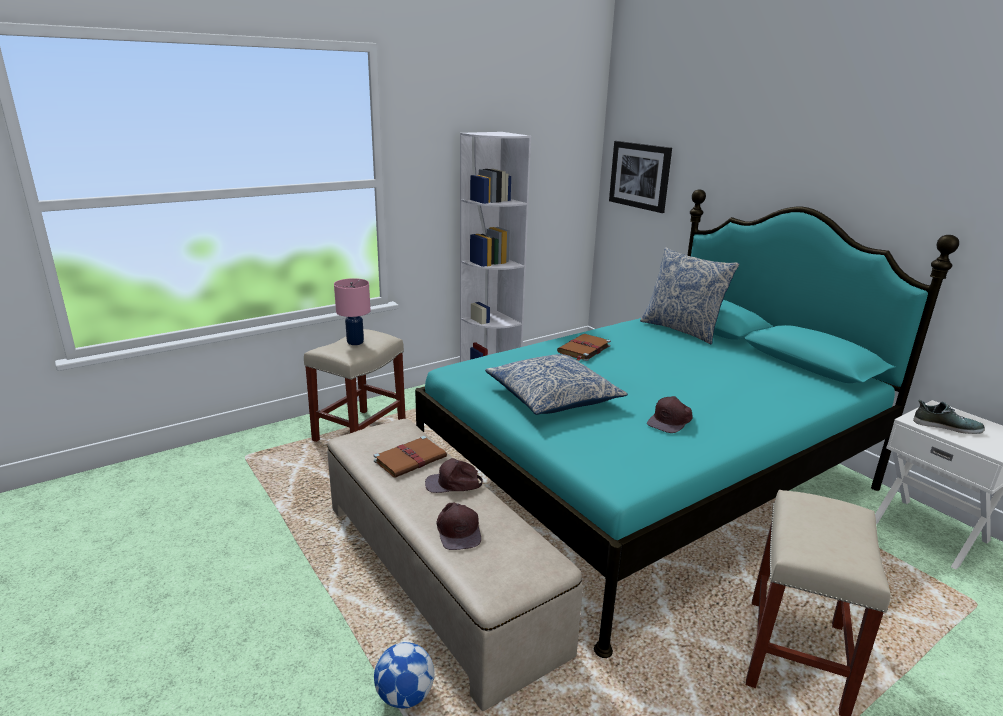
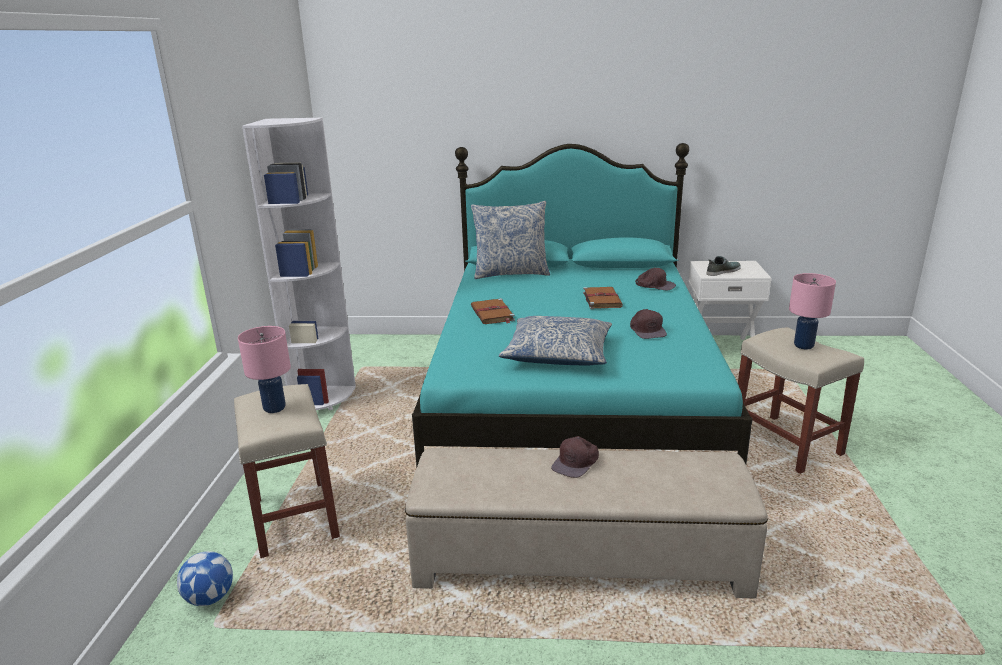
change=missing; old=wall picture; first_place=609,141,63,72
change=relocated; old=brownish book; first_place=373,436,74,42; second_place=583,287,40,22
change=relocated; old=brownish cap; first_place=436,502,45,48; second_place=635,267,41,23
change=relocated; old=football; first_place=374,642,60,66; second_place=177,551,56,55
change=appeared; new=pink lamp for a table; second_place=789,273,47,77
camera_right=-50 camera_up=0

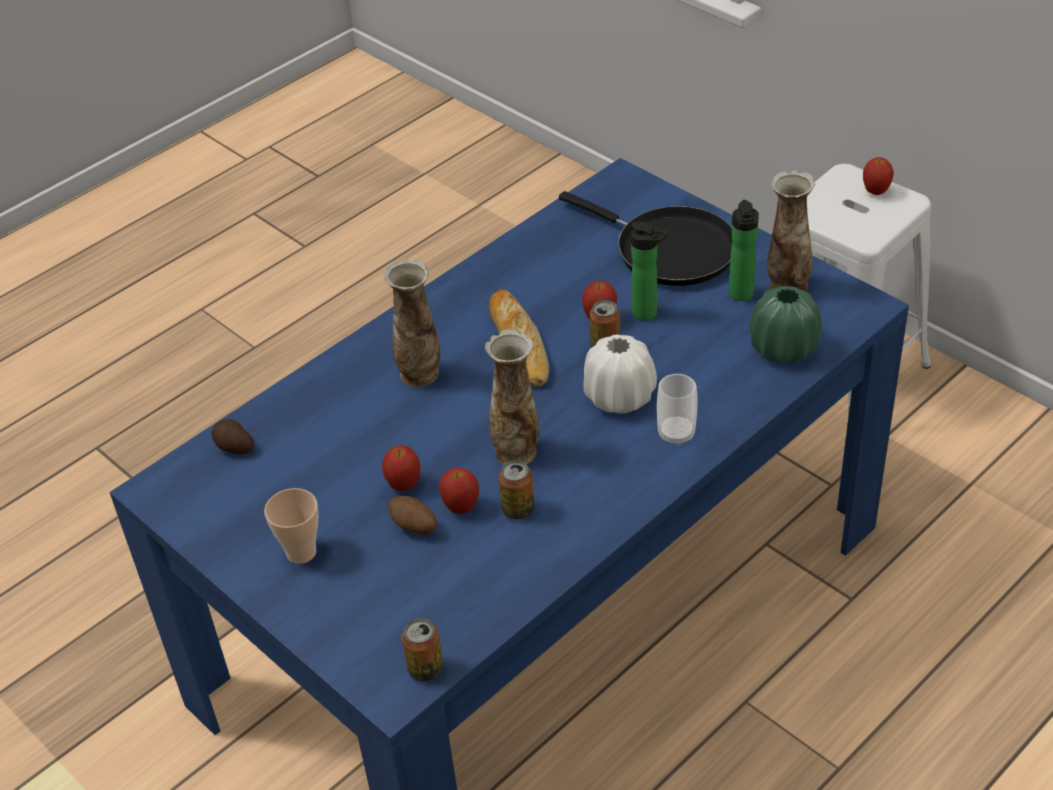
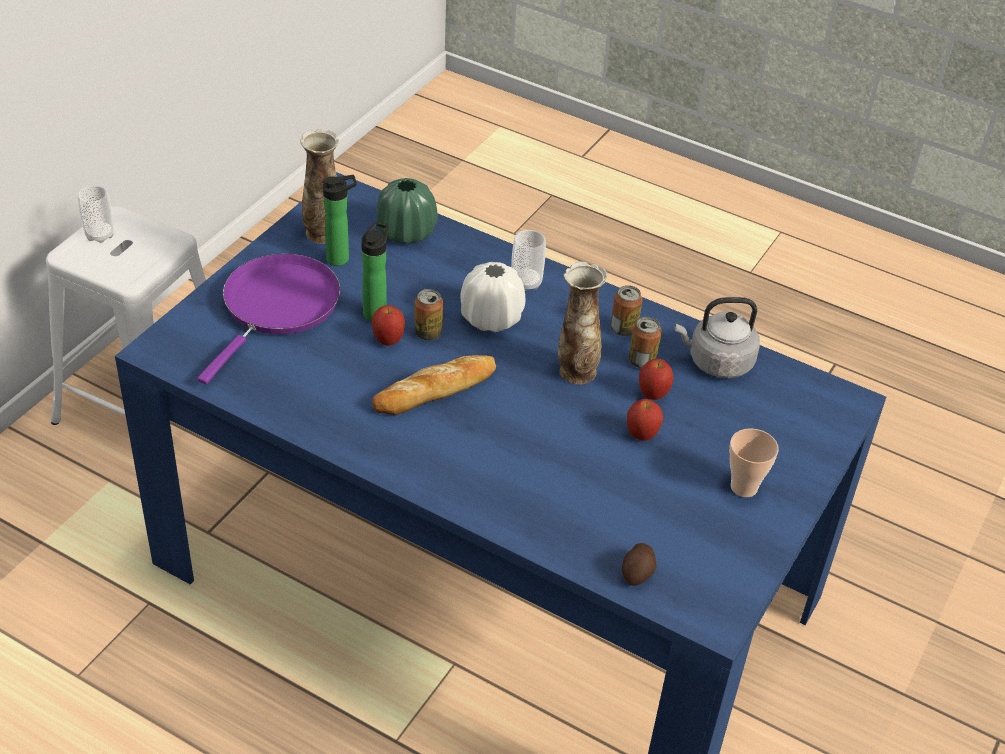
change=exchanged; old=apple fruit; new=drinking cup; first_place=863,157,31,38; second_place=78,185,36,58
change=colour; old=blackish frying pan; new=purplish frying pan; first_place=559,191,173,95; second_place=197,253,144,131
change=missing; old=vase; first_place=384,259,56,128
change=missing; old=spud; first_place=389,496,48,39
change=relocated; old=can; first_place=402,618,42,64; second_place=610,285,33,51
change=appeared; new=grey water kettle; second_place=674,297,86,81
camera_right=-110 camera_up=0

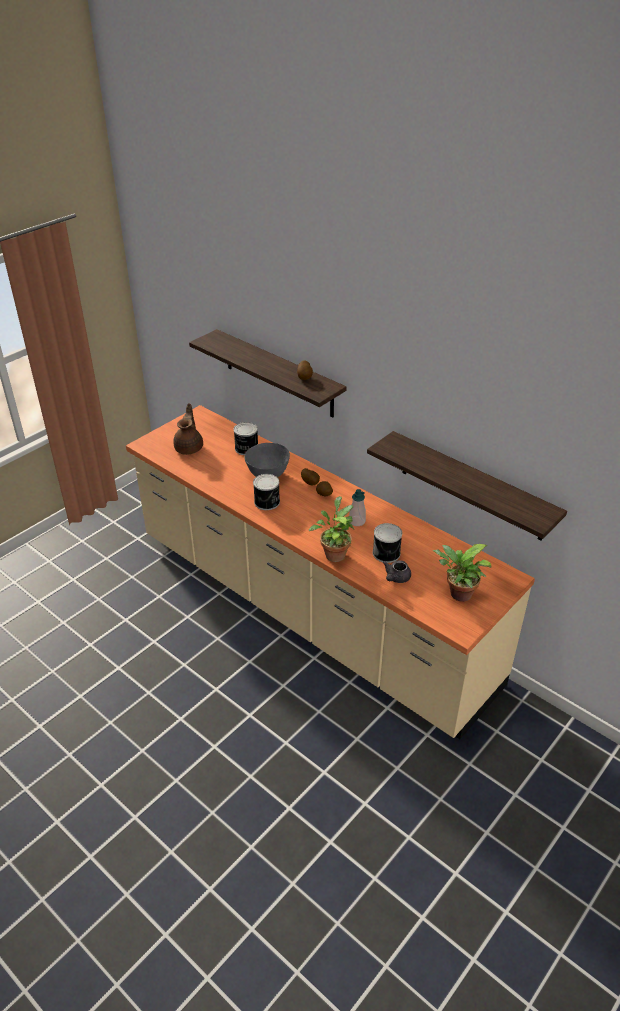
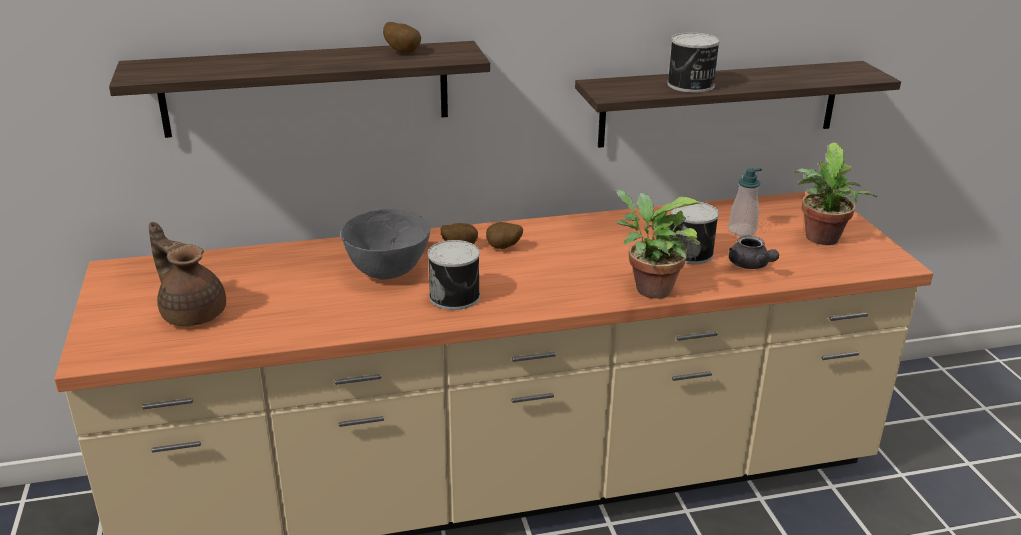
change=relocated; old=can; first_place=234,422,24,33; second_place=667,32,53,61
change=relocated; old=soap bottle; first_place=349,489,17,37; second_place=728,168,34,68
camera_right=-55 camera_up=-10

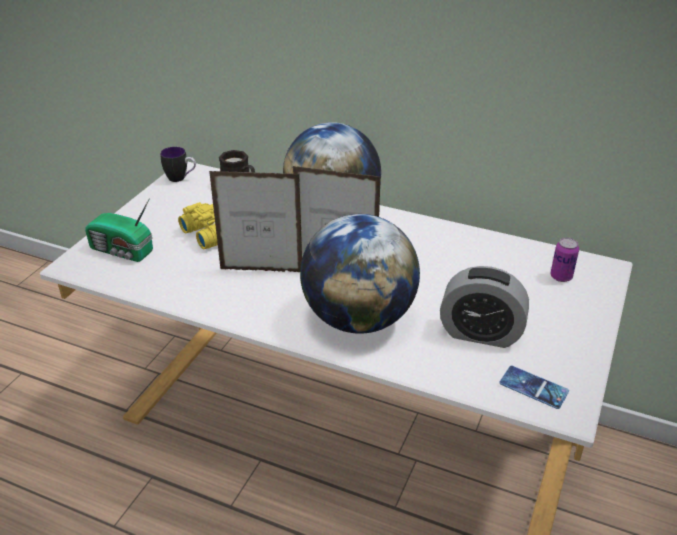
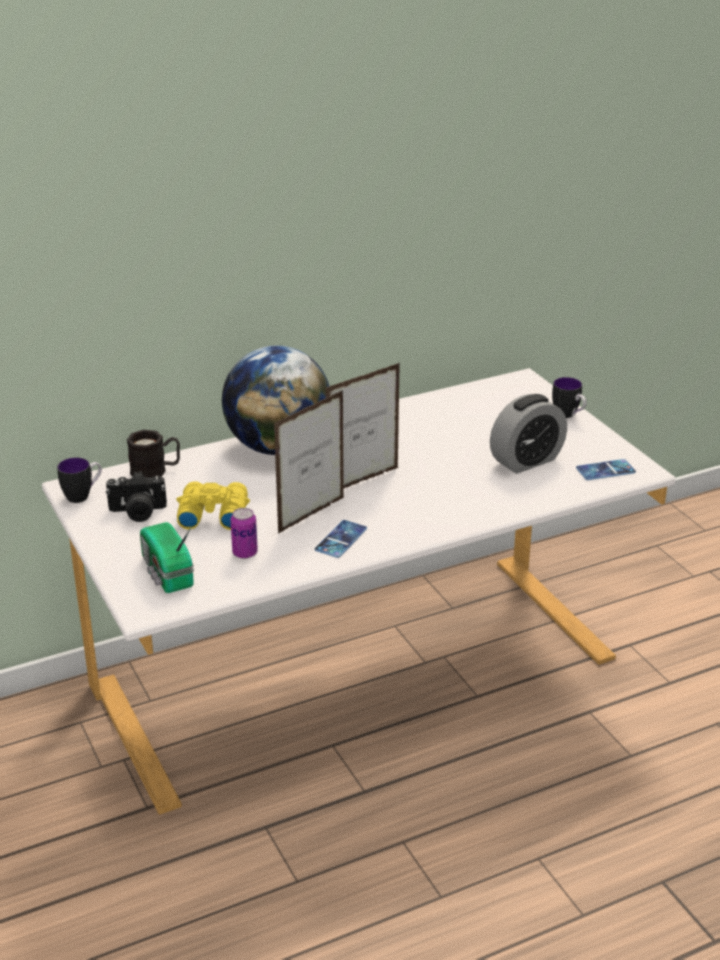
change=spun; old=radio receiver; first_place=85,198,68,64; second_place=140,522,54,71; degrees=90
change=missing; old=world globe; first_place=300,214,120,120
change=relocated; old=can; first_place=550,238,29,44; second_place=231,508,27,51
change=appeared; new=tea mug; second_place=552,377,35,41
change=appeared; new=photo camera; second_place=106,472,61,50
change=appeared; new=phone; second_place=315,520,52,38
camera_right=-50 camera_up=-5

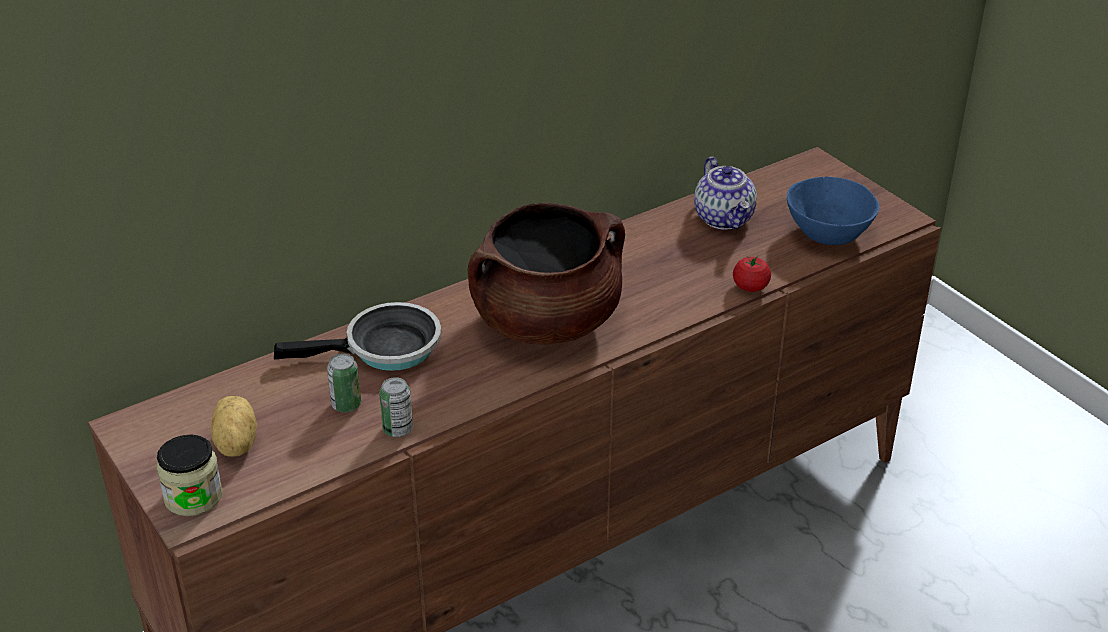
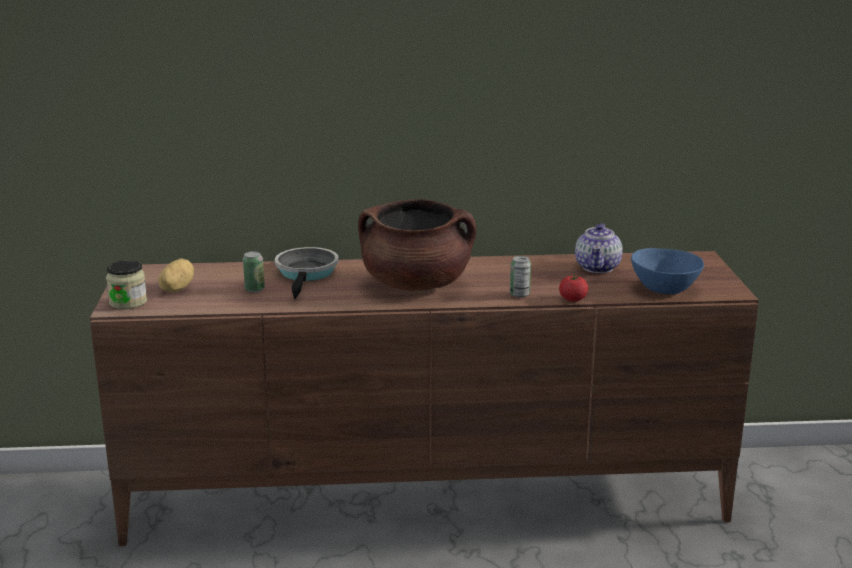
change=spun; old=frying pan; first_place=274,302,167,69; second_place=275,247,64,52; degrees=-105
change=relocated; old=can; first_place=379,377,34,60; second_place=510,256,21,41
camera_right=30 camera_up=-15

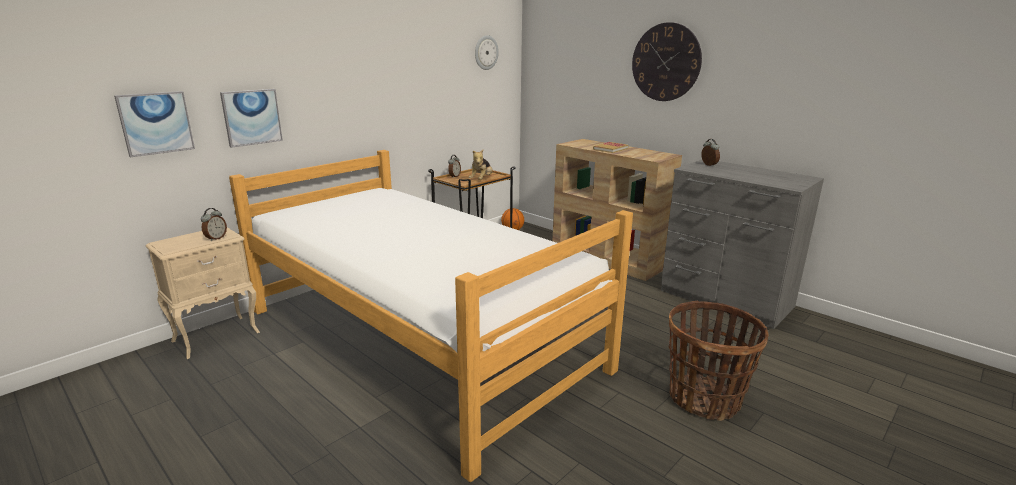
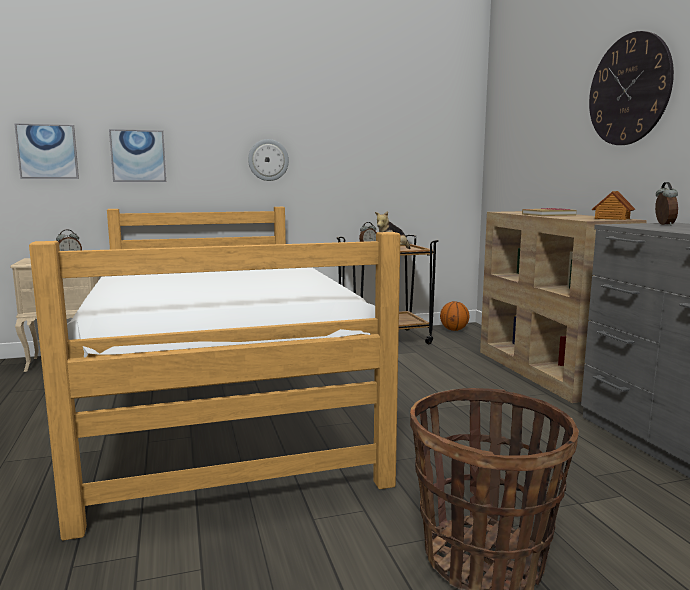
change=relocated; old=wall clock; first_place=475,35,24,35; second_place=248,139,41,42
change=appeared; new=toy house; second_place=592,191,43,29
camera_right=30 camera_up=-10

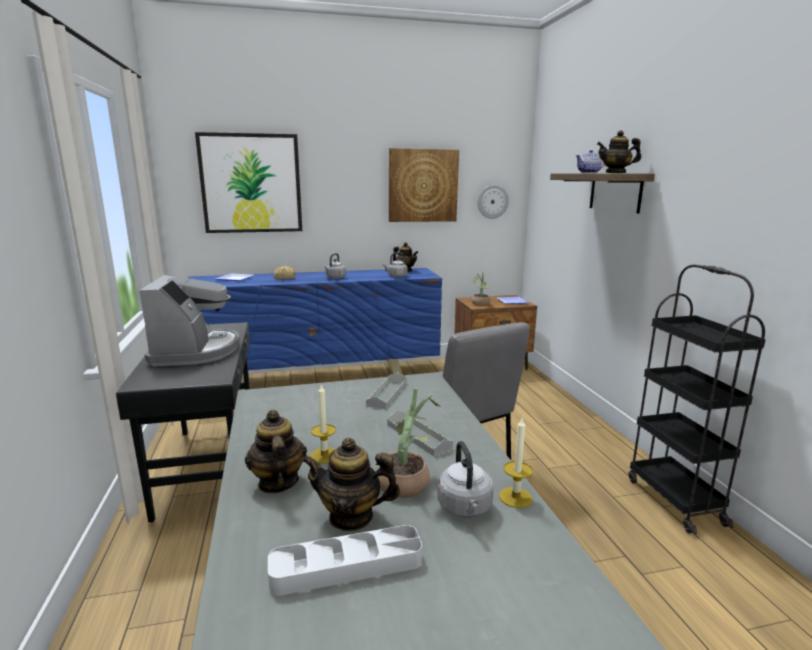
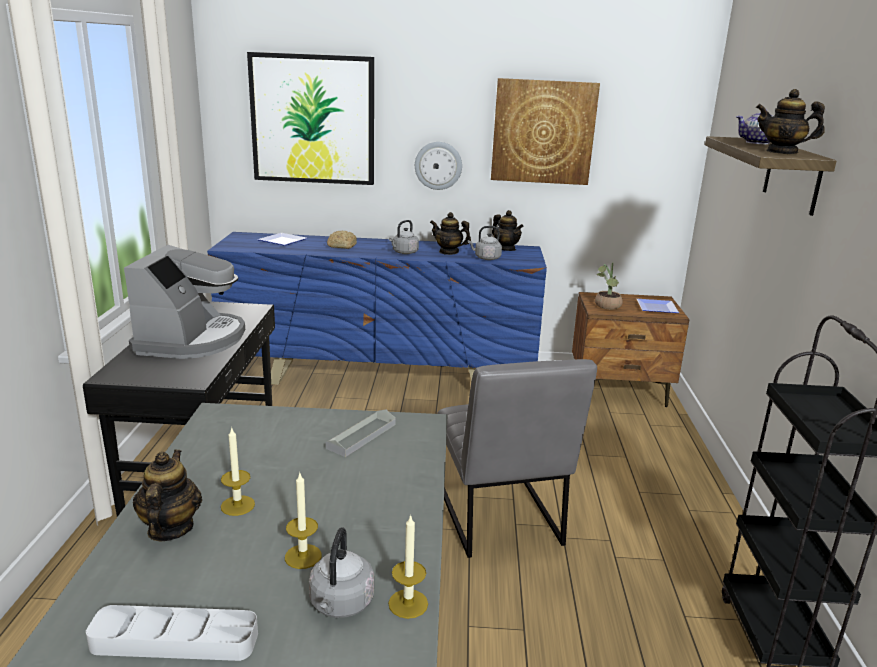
change=relocated; old=wall clock; first_place=478,185,31,34; second_place=415,142,47,48
change=exchanged; old=potted plant; new=candle; first_place=376,388,65,110; second_place=285,473,37,96
change=missing; old=grey carrying tray; first_place=387,410,66,46
change=relocated; old=pot for tea; first_place=302,438,98,93; second_place=430,212,41,43
camera_right=15 camera_up=5

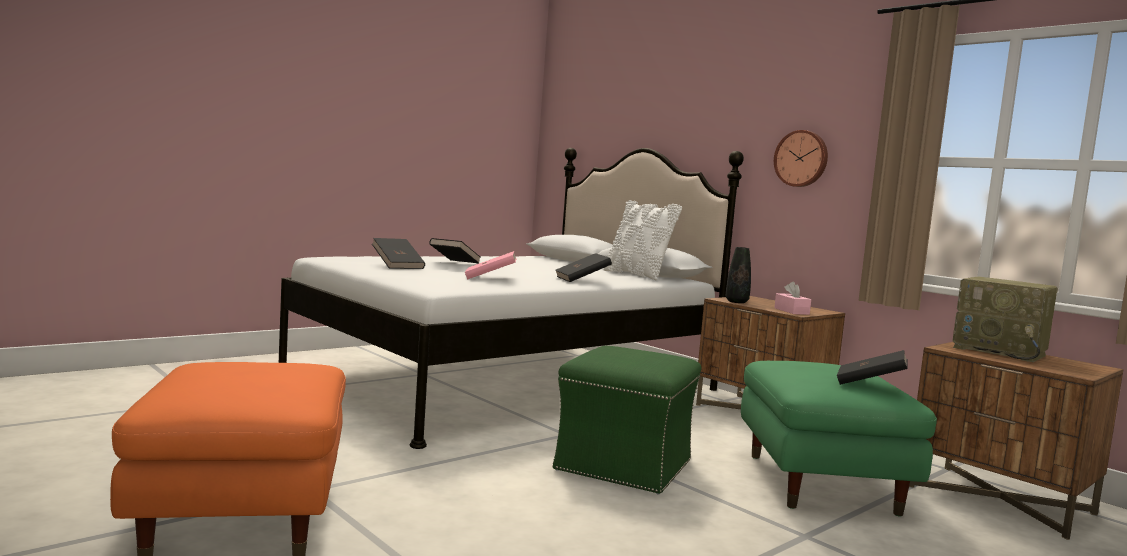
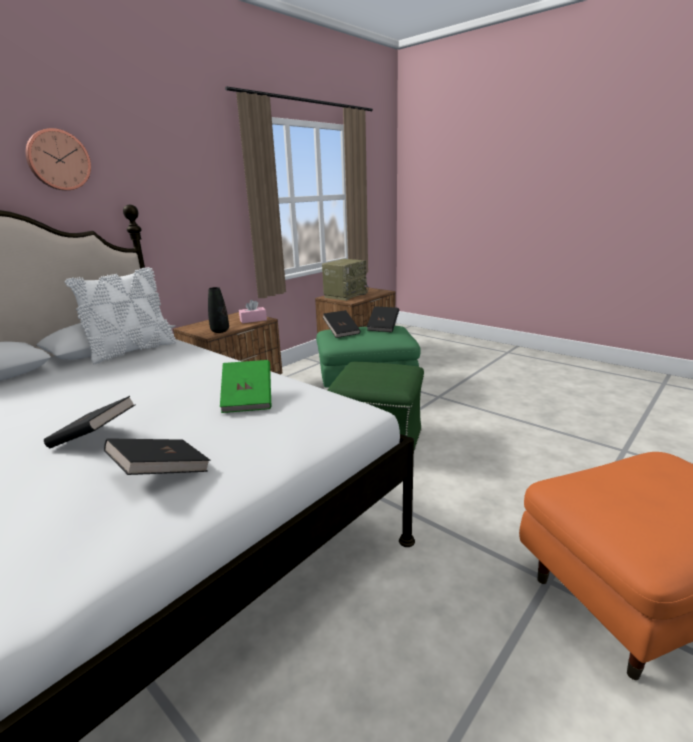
change=relocated; old=wall clock; first_place=774,130,54,57; second_place=26,128,65,62
change=colour; old=pink book; new=greenish book; first_place=465,251,52,28; second_place=220,360,51,53
change=relocated; old=blackish book; first_place=555,253,57,29; second_place=323,310,38,28
camera_right=-95 camera_up=15

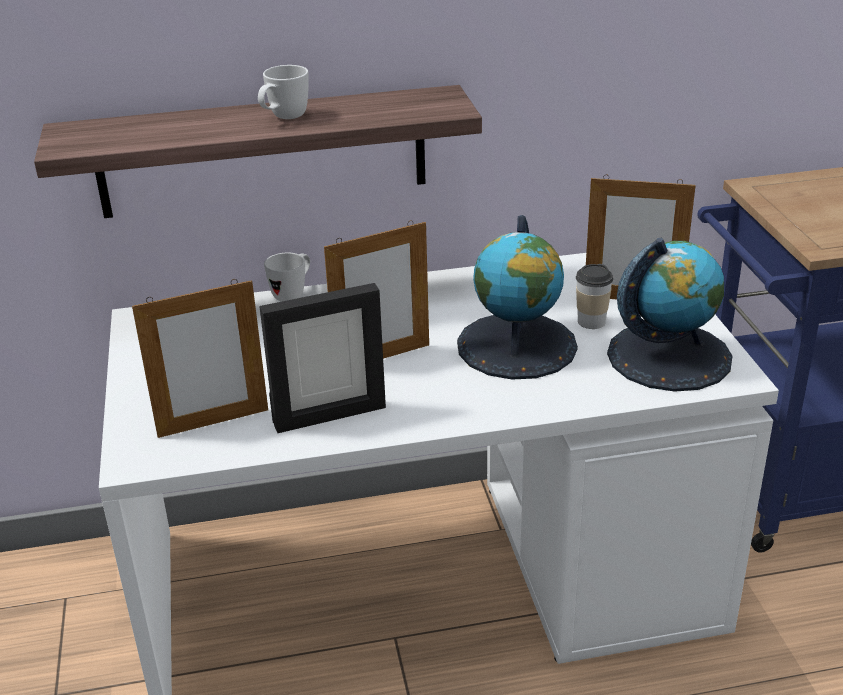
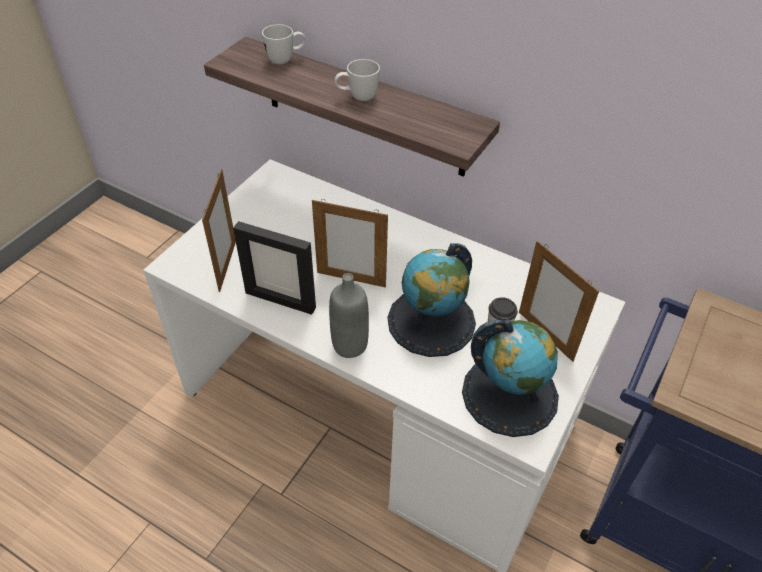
change=relocated; old=white tea mug; first_place=264,252,46,50; second_place=262,24,44,40
change=spun; old=standing frame; first_place=132,279,136,159; second_place=202,169,34,123; degrees=-105
change=appeared; new=grey beverage bottle; second_place=329,273,40,85
camera_right=40 camera_up=15

